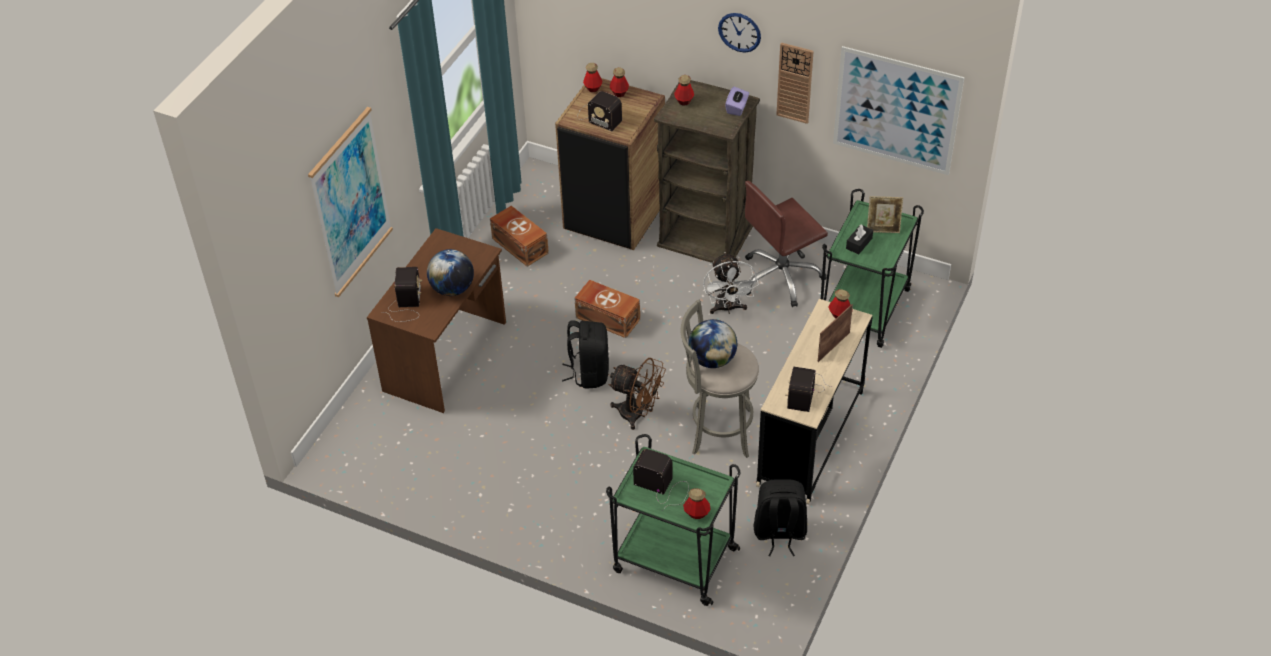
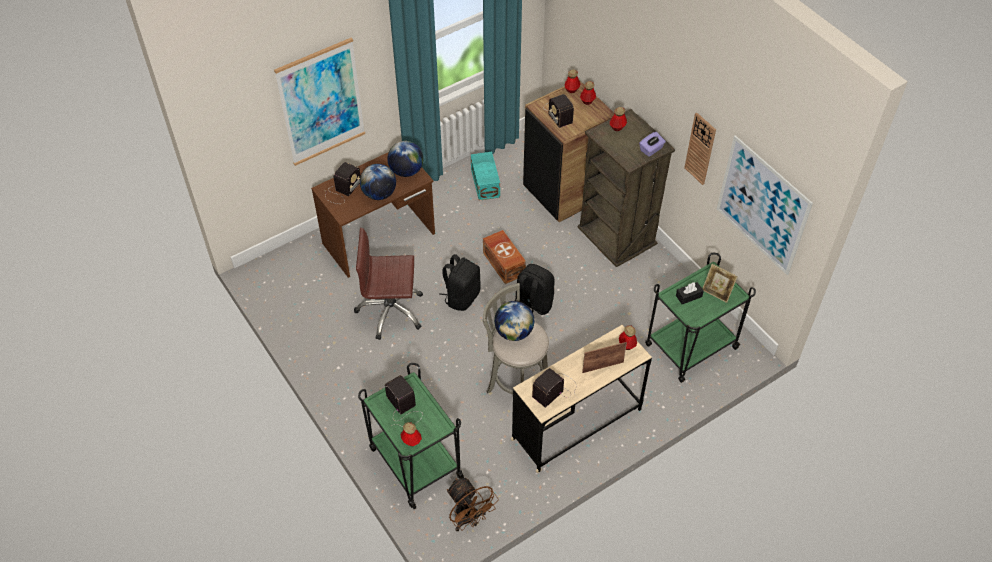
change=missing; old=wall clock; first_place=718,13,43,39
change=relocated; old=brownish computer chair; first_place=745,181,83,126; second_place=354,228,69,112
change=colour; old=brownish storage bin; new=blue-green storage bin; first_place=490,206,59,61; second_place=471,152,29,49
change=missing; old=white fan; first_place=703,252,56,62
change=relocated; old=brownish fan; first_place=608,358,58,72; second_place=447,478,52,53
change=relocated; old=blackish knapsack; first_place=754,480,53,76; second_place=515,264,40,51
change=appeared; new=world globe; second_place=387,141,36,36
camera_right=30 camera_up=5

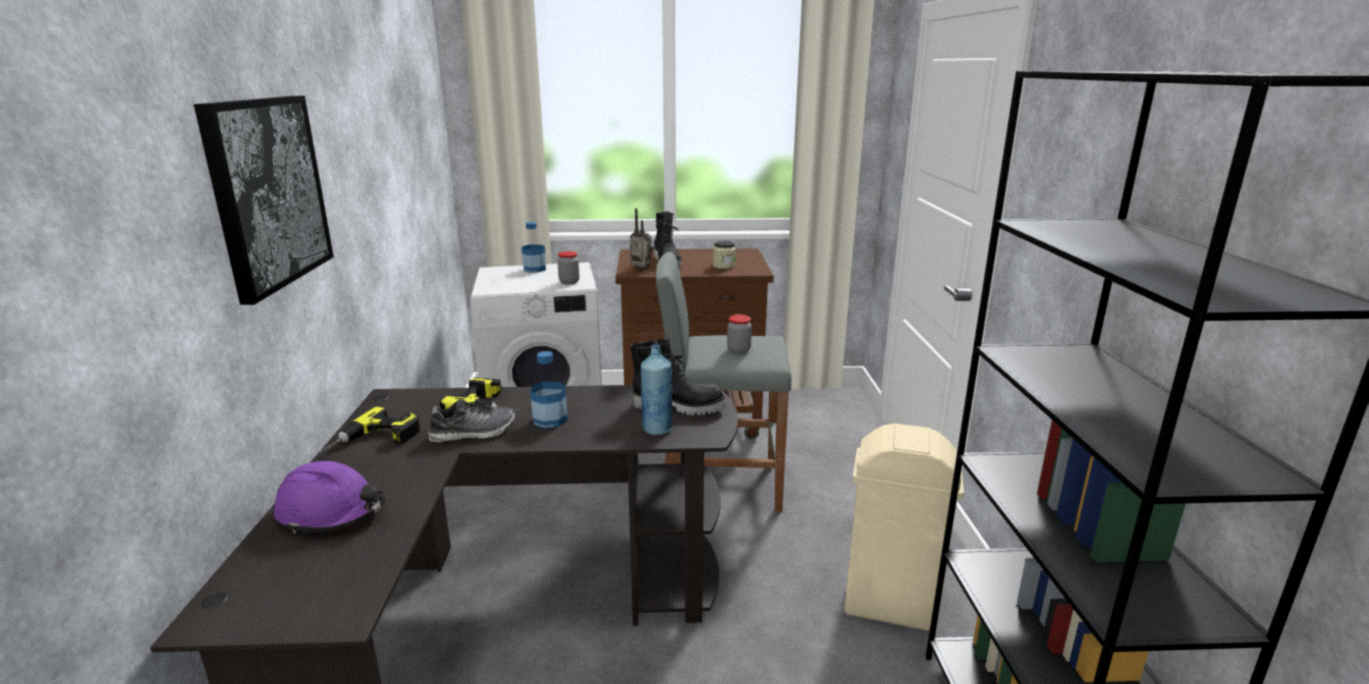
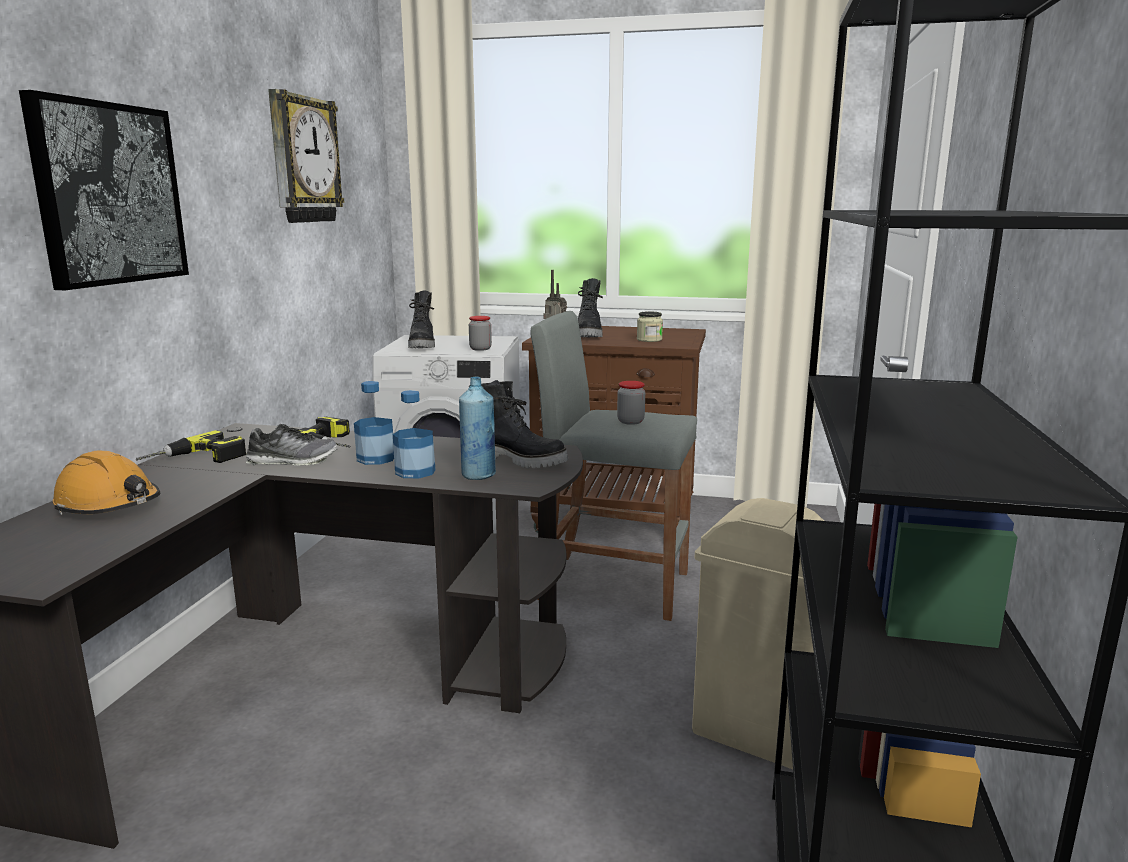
change=relocated; old=beverage bottle; first_place=522,222,24,51; second_place=393,390,42,88
change=colour; old=purplish safety helmet; new=orange safety helmet; first_place=274,461,111,73; second_place=53,451,107,64
change=appeared; new=wall clock; second_place=268,89,77,134
change=appeared; new=blackish high-top boot; second_place=408,291,27,57
camera_right=15 camera_up=-5

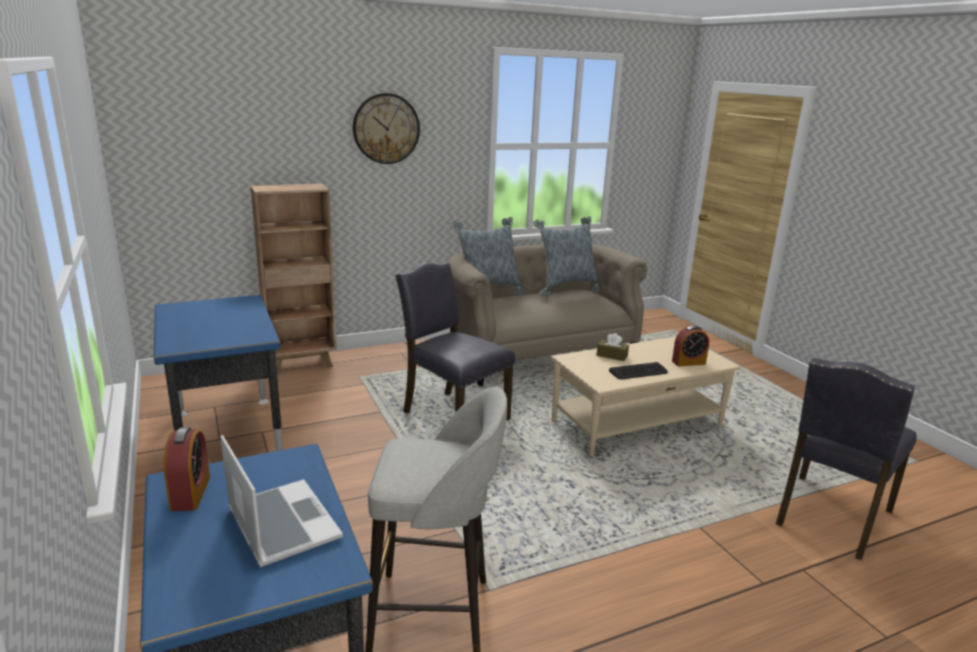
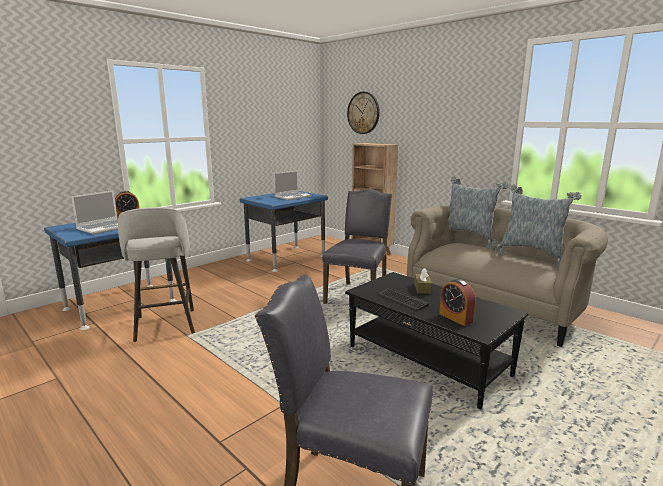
change=relocated; old=wall clock; first_place=353,93,67,71; second_place=347,92,33,42
change=colour; old=sand-coloured coffee table; new=blackish coffee table; first_place=551,337,189,119; second_place=345,272,183,137
change=appeared; new=laptop; second_place=274,171,38,29
camera_right=70 camera_up=-5

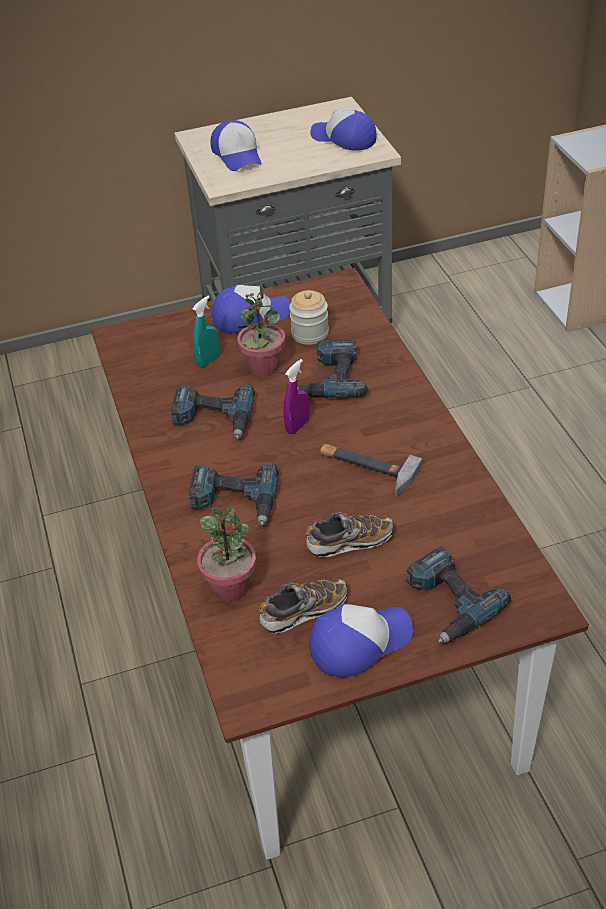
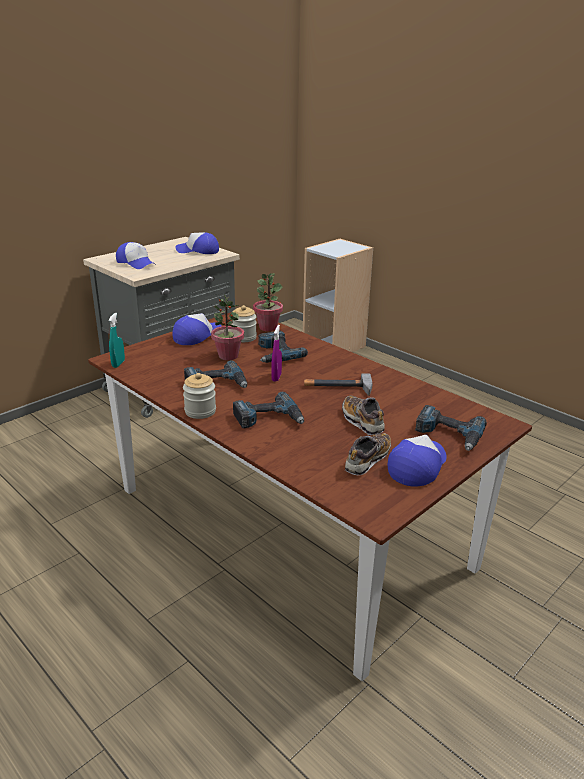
change=relocated; old=blue-green sprayer; first_place=193,296,26,72; second_place=108,312,17,56
change=relocated; old=potted plant; first_place=197,508,59,94; second_place=253,273,30,58
change=spun; old=item of footwear; first_place=305,512,89,46; second_place=342,396,43,39; degrees=-75
change=appeared; new=preserve jar; second_place=183,373,33,46
camera_right=-30 camera_up=-15

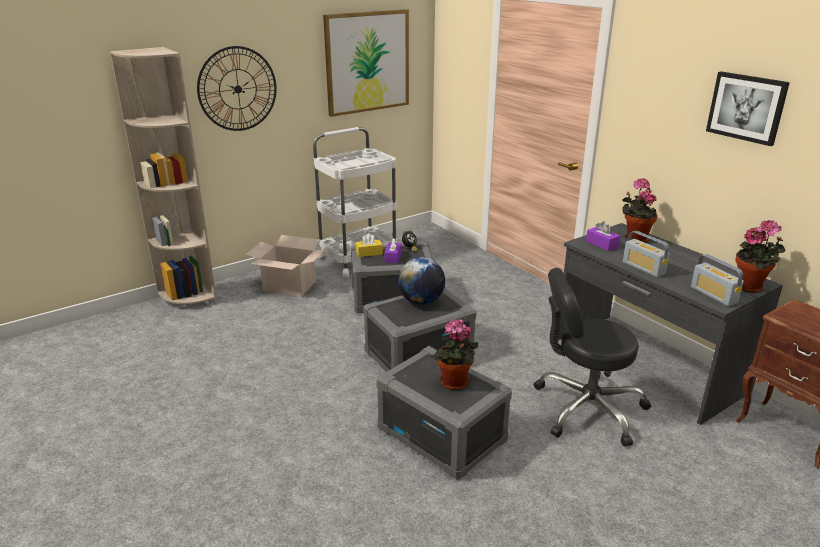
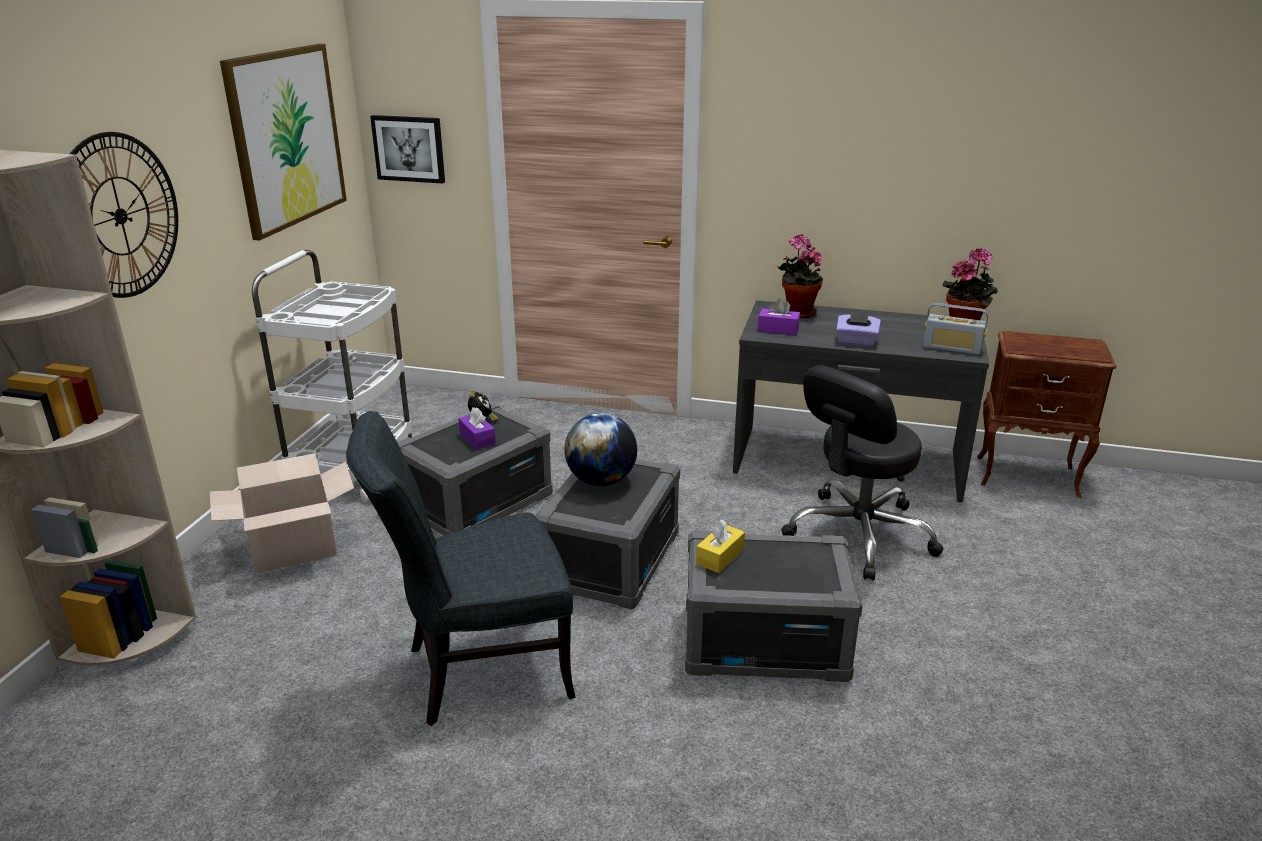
change=relocated; old=wall picture; first_place=706,71,84,75; second_place=370,115,75,69
change=exchanged; old=radio receiver; new=purplish tissue holder; first_place=623,231,47,46; second_place=836,312,45,35
change=relocated; old=yellow-coloured tissue holder; first_place=356,233,27,24; second_place=696,519,49,54
change=missing; old=potted plant; first_place=431,319,48,71
change=appeared; new=grey plain chair; second_place=346,411,230,315
camera_right=-40 camera_up=0

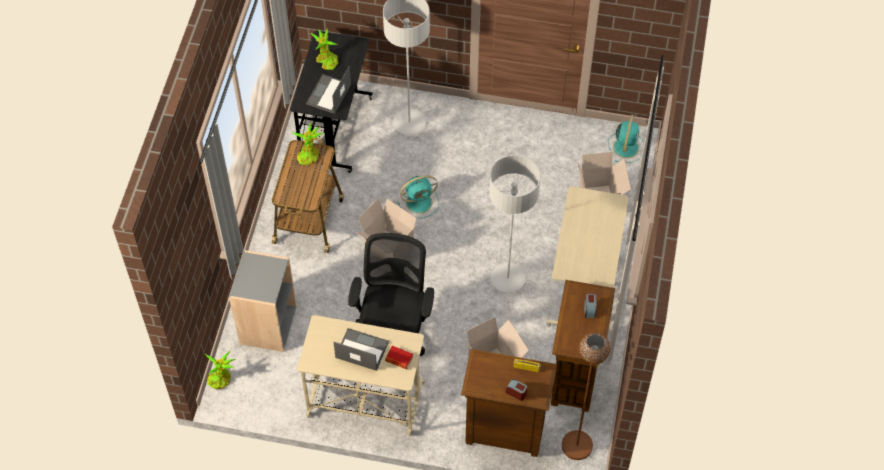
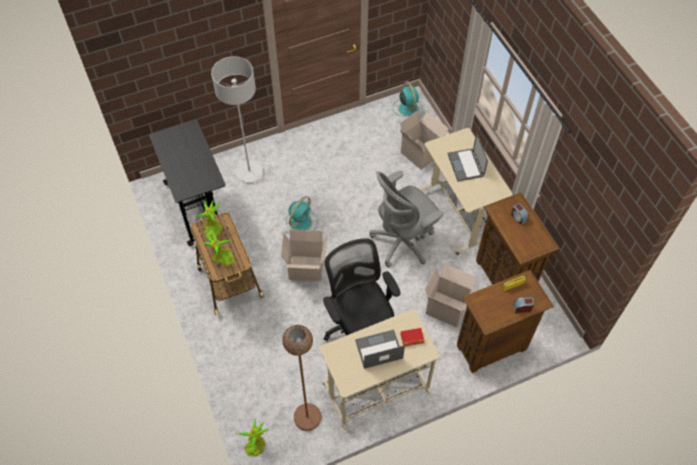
change=relocated; old=potted plant; first_place=311,28,27,42; second_place=202,231,32,36
change=relocated; old=laptop; first_place=306,66,45,48; second_place=447,133,41,49
change=exchanged; old=grey standing lamp; new=grey computer chair; first_place=489,155,51,138; second_place=369,170,74,98
change=missing; old=grey bookcase; first_place=229,250,68,102
change=relocated; old=brownish standing lamp; first_place=562,332,48,128; second_place=282,325,39,106
camera_right=-35 camera_up=0

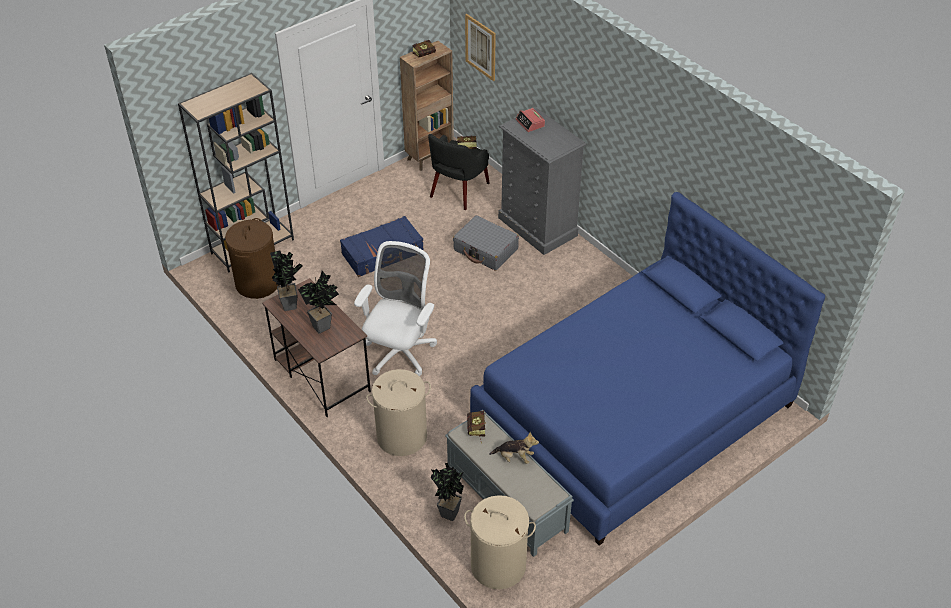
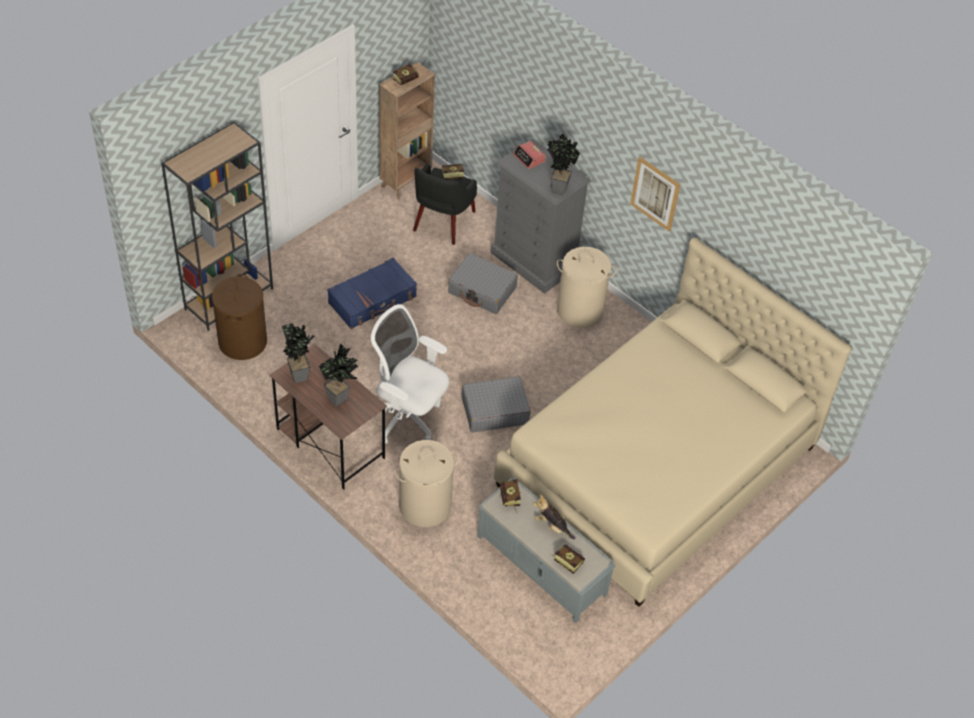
change=relocated; old=wall picture; first_place=465,14,31,67; second_place=630,157,51,75
change=colour; old=blue bedroom bed; new=sand-coloured bedroom bed; first_place=470,192,355,353; second_place=494,238,358,369
change=spun; old=white computer chair; first_place=354,241,83,135; second_place=371,304,79,140; degrees=-75
change=spun; old=soft toy; first_place=489,432,50,32; second_place=533,495,42,44; degrees=-150
change=relocated; old=potted plant; first_place=430,463,34,58; second_place=547,134,33,61
change=relocated; old=sand-coloured hamper; first_place=464,495,72,94; second_place=557,247,60,81
change=appeared; new=grey piece of luggage; second_place=462,376,69,56
change=appeared; new=book; second_place=551,545,34,29
camera_right=-10 camera_up=5

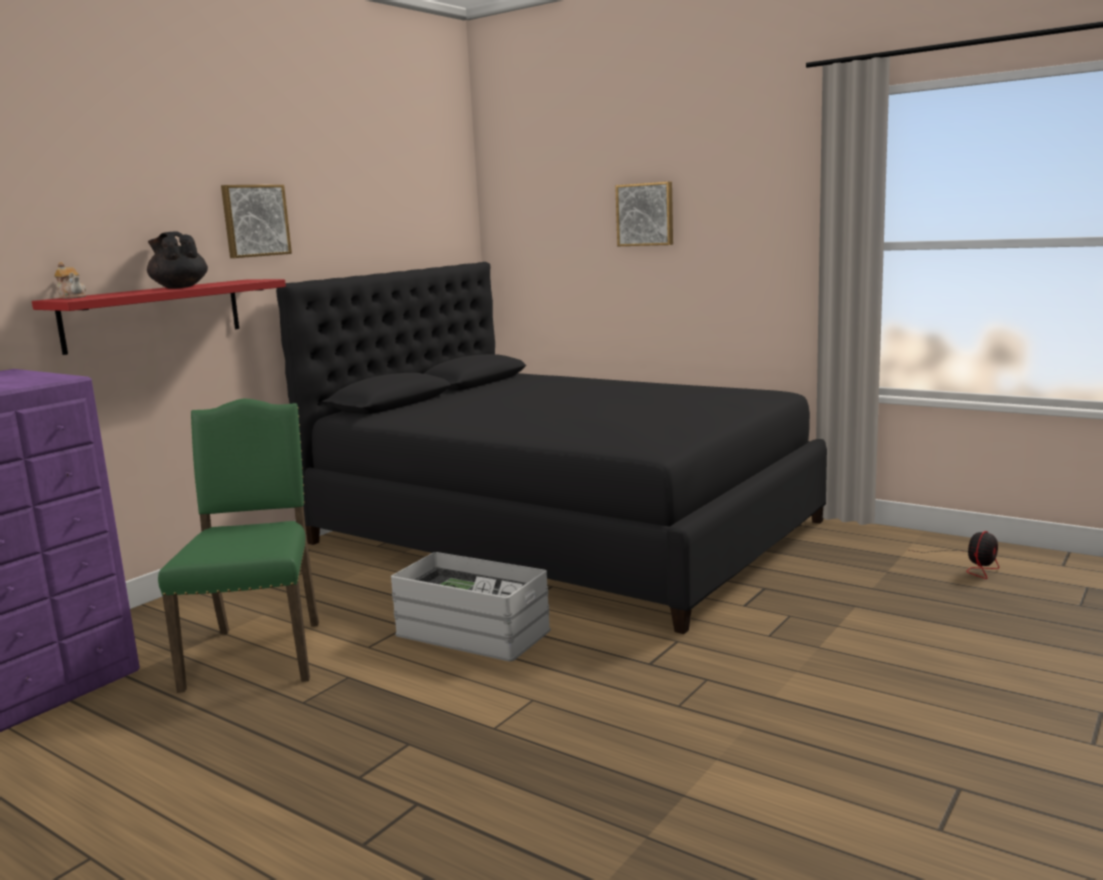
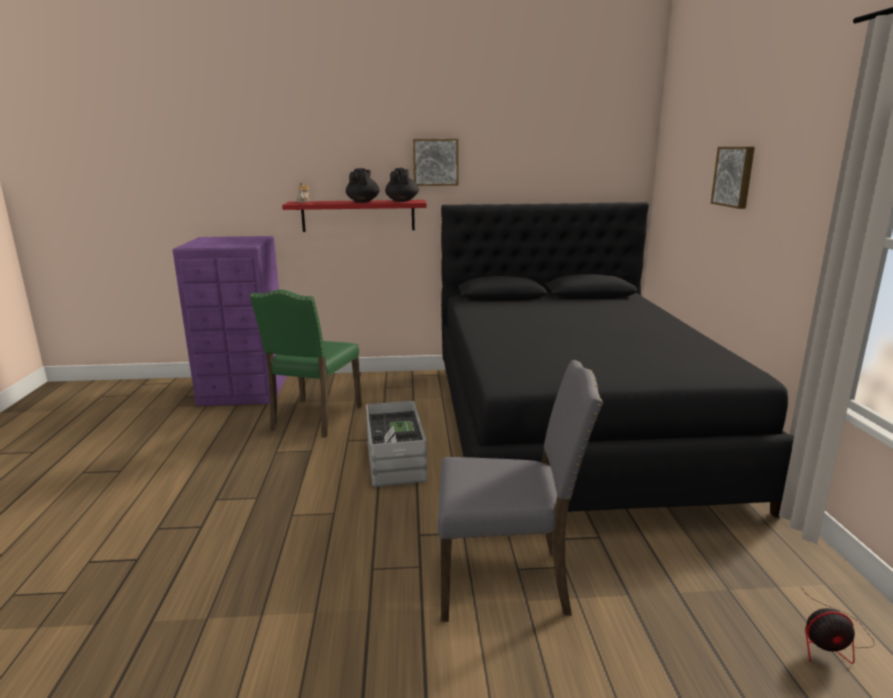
change=spun; old=greenish plain chair; first_place=158,398,161,295; second_place=250,289,112,149; degrees=150
change=appeared; new=blackish pot for tea; second_place=385,168,34,34
change=appeared; new=grey plain chair; second_place=438,360,165,262
camera_right=50 camera_up=5

